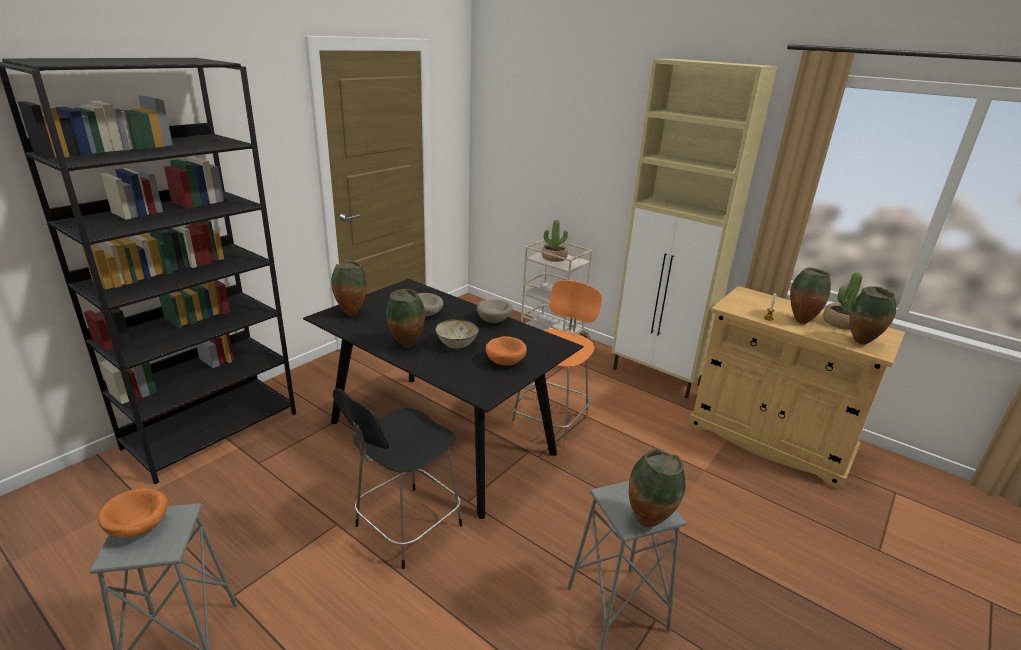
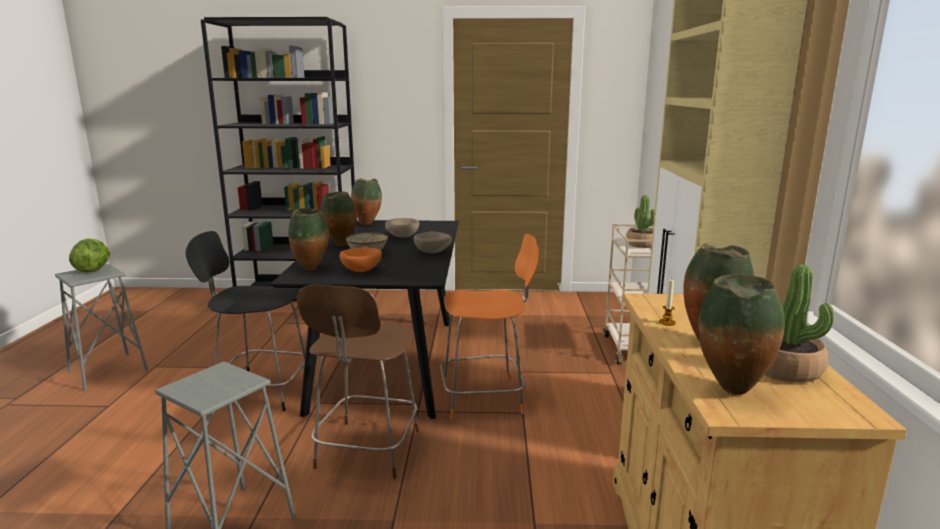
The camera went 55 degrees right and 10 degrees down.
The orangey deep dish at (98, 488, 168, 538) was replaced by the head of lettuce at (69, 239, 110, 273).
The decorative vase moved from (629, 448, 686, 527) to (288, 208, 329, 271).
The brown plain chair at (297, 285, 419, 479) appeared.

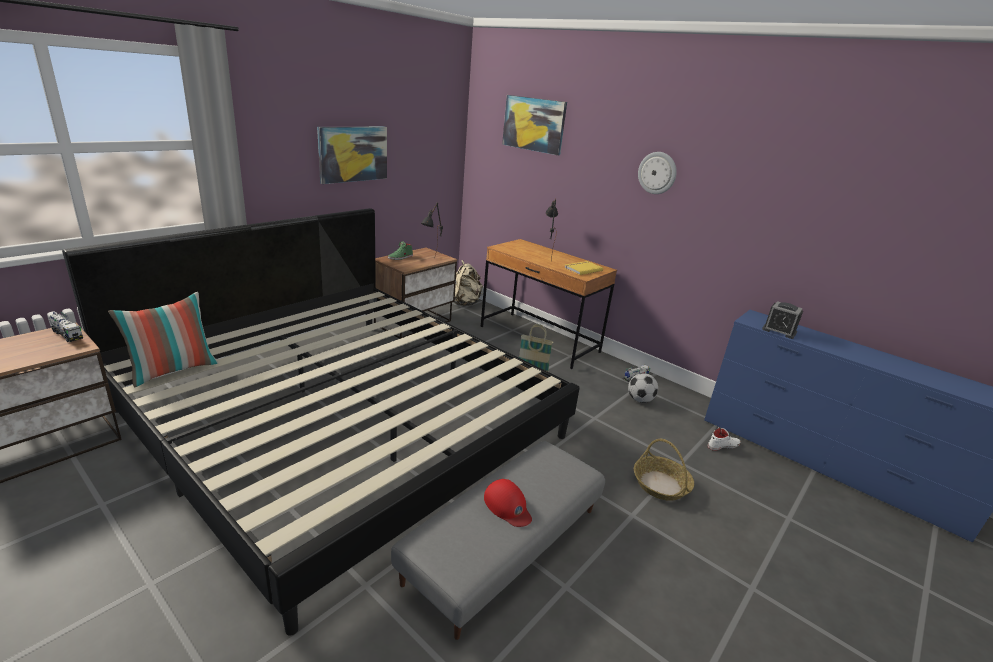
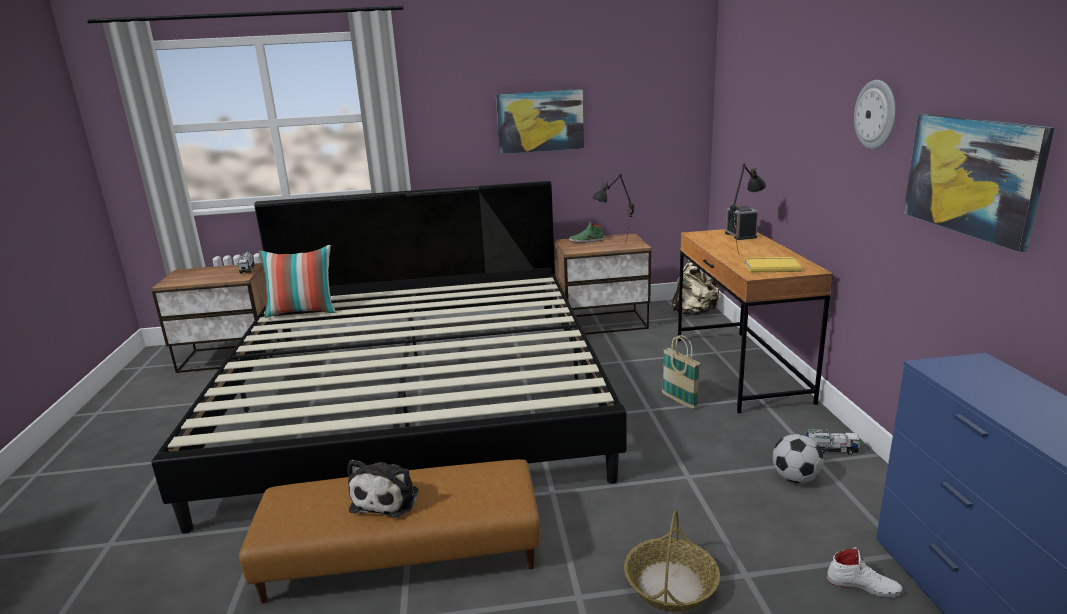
The camera went 45 degrees right and 5 degrees down.
The gray pouffe at (391, 441, 605, 640) became the brown pouffe at (239, 459, 540, 604).
The reddish cap at (484, 479, 532, 527) was replaced by the soft toy at (347, 459, 419, 518).
The picture moved from (502, 95, 567, 155) to (903, 114, 1054, 252).
The alarm clock moved from (762, 301, 803, 339) to (725, 206, 758, 240).

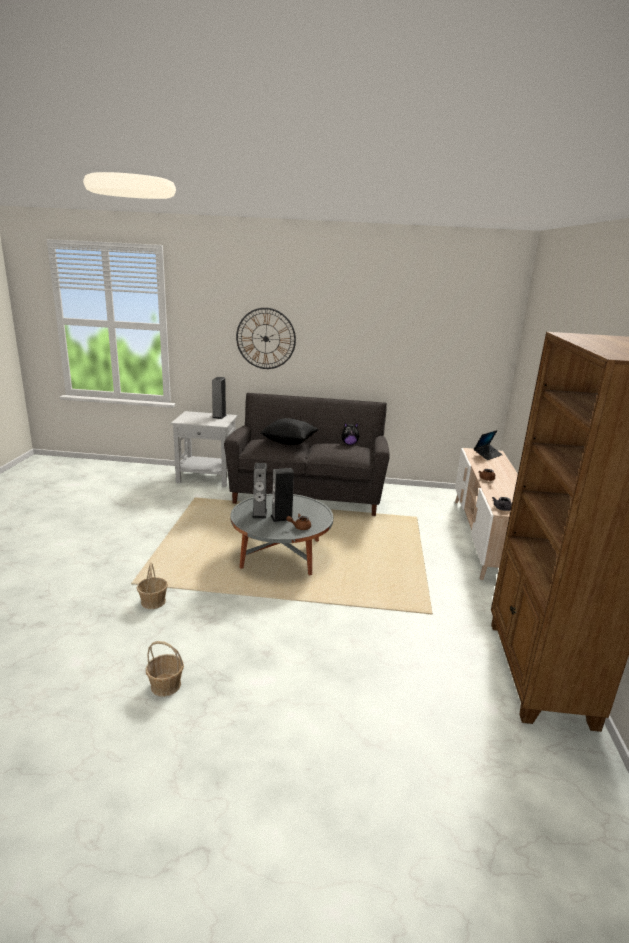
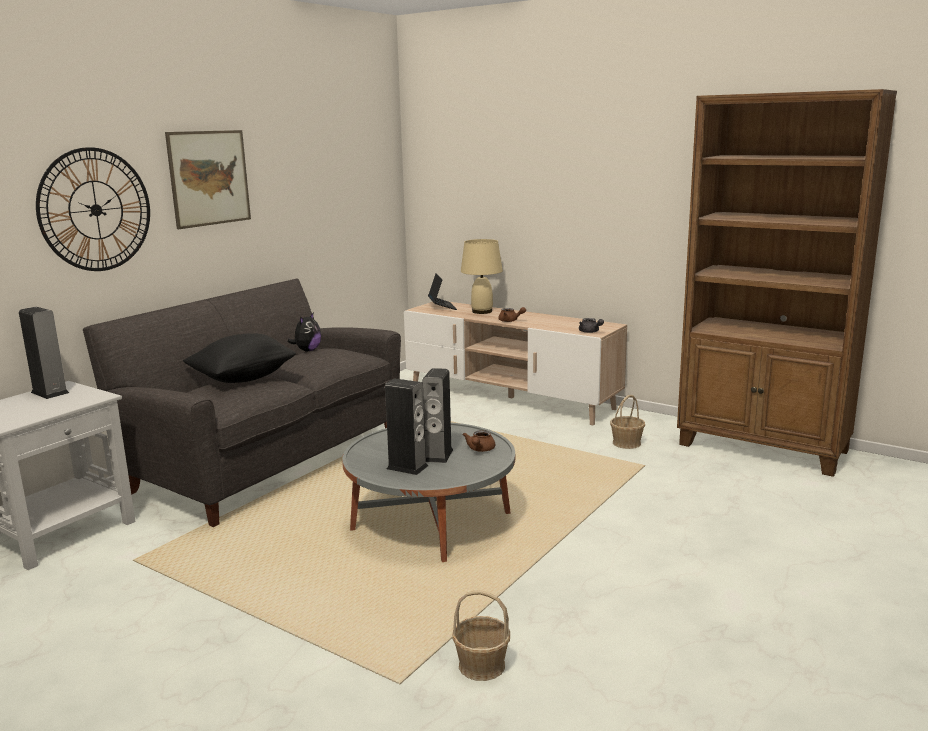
The camera went 60 degrees left and 5 degrees down.
The household basket moved from (146, 641, 184, 697) to (610, 395, 645, 449).
The picture at (165, 130, 251, 229) appeared.
The beige tabletop lamp at (461, 239, 503, 314) appeared.

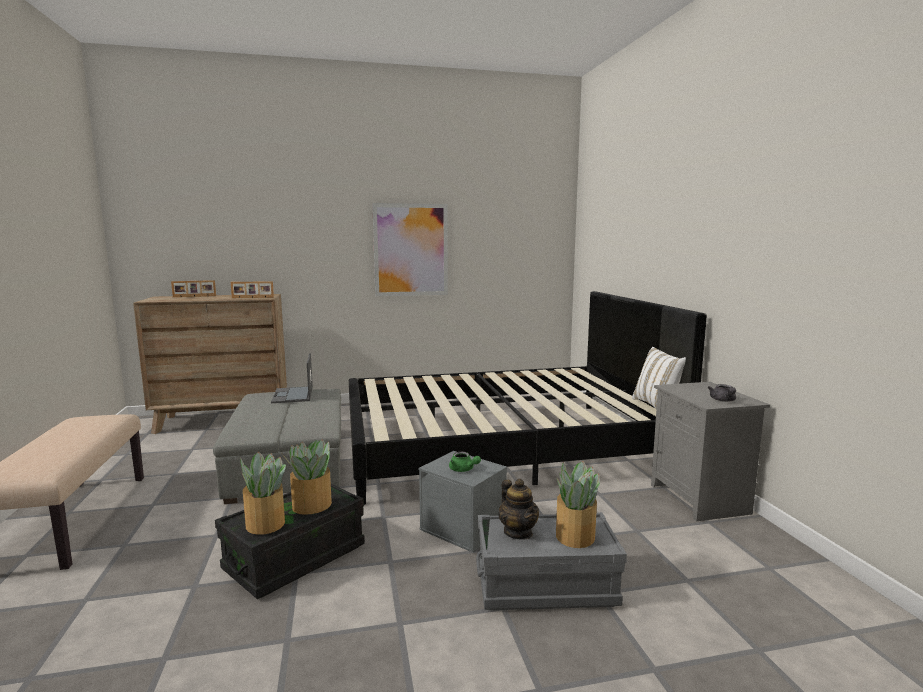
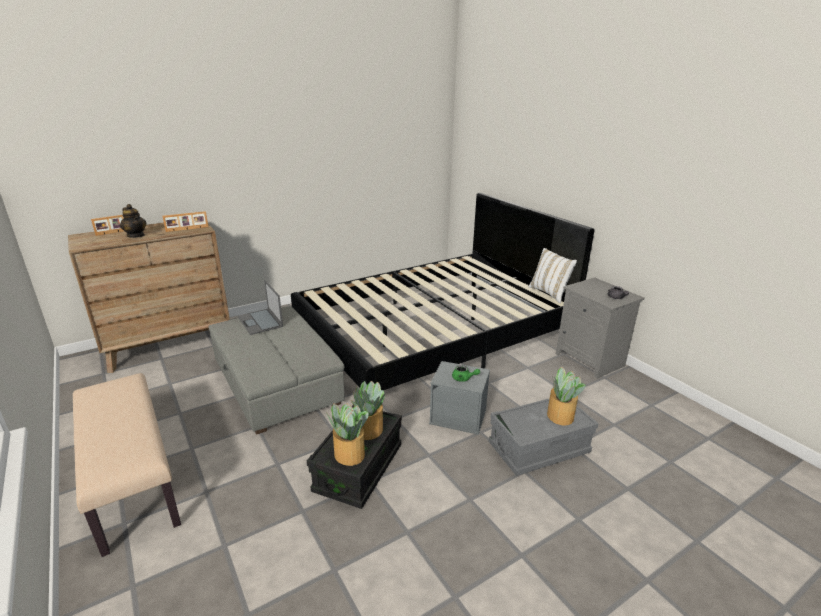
The camera went 20 degrees left and 15 degrees up.
The picture at (372, 203, 448, 296) disappeared.
The teapot moved from (499, 479, 539, 540) to (120, 204, 146, 238).

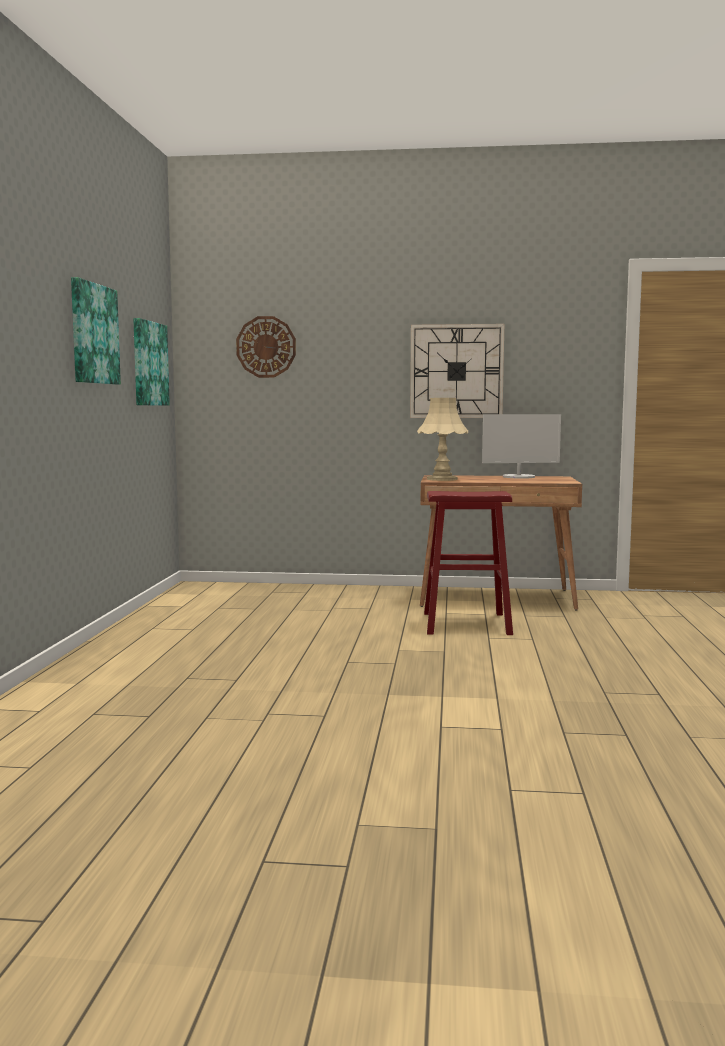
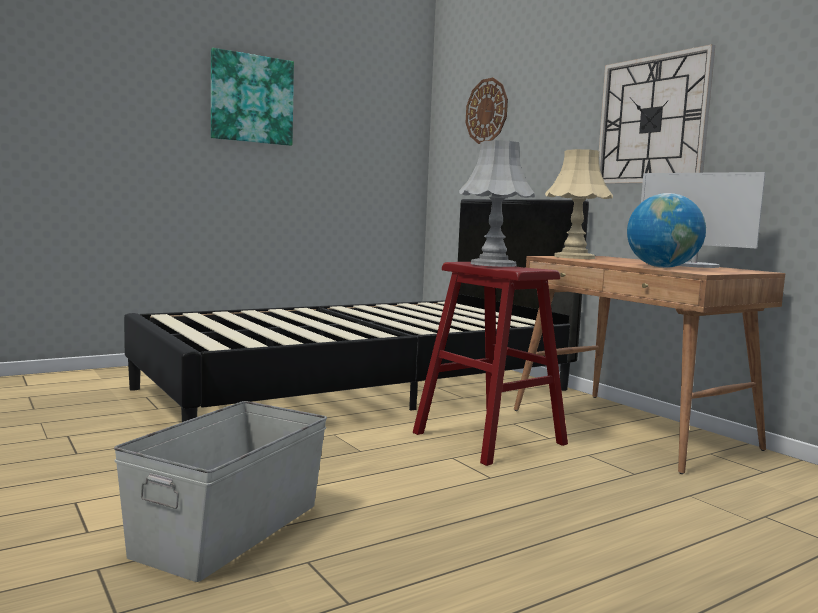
The camera went 50 degrees right and 0 degrees up.
The picture at (133, 318, 170, 406) disappeared.
The gray storage box at (114, 401, 327, 582) appeared.
The black sleeping bed at (124, 199, 589, 422) appeared.
The gray tabletop lamp at (459, 140, 535, 267) appeared.
The desk globe at (627, 193, 706, 268) appeared.

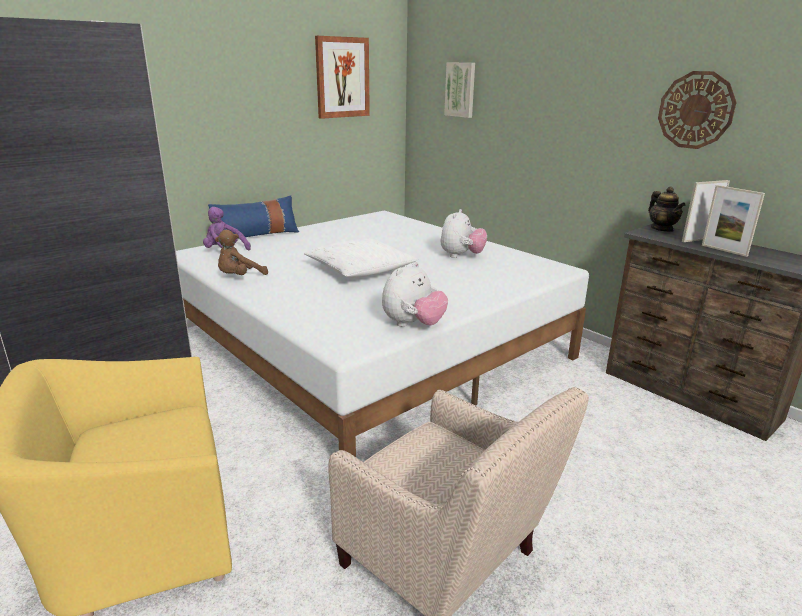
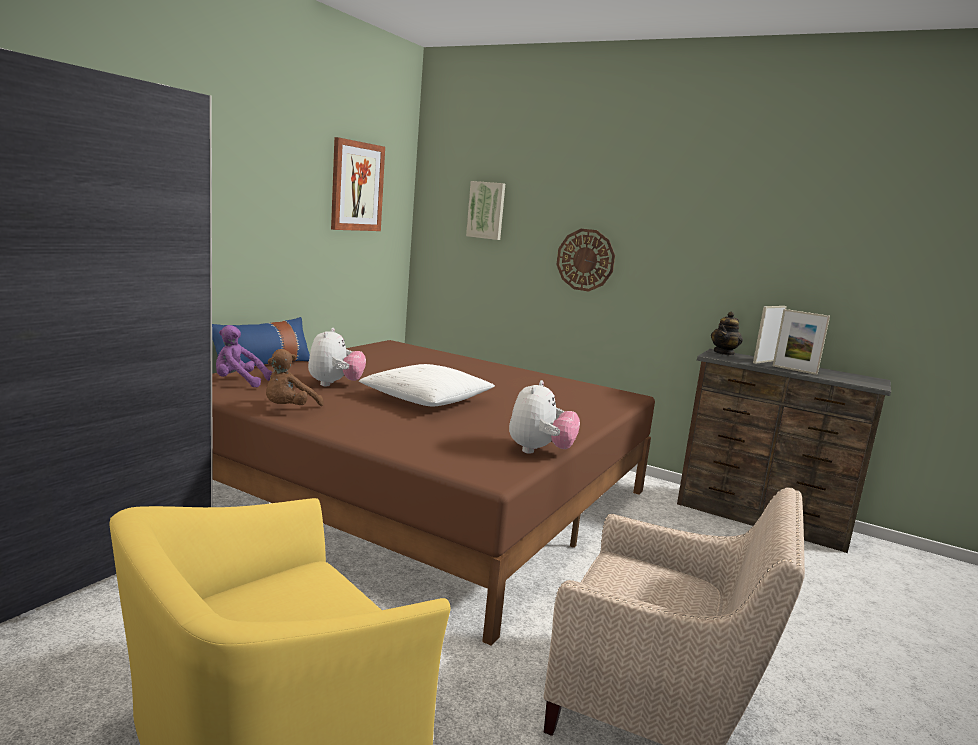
The camera went 20 degrees left and 10 degrees down.
The whitish sleeping bed at (176, 211, 589, 457) became the brown sleeping bed at (212, 340, 655, 646).
The soft toy moved from (441, 209, 487, 258) to (308, 328, 366, 386).
The teapot at (648, 187, 685, 232) turned 75 degrees clockwise.
The clock on the wall moved from (658, 71, 737, 149) to (556, 229, 615, 291).

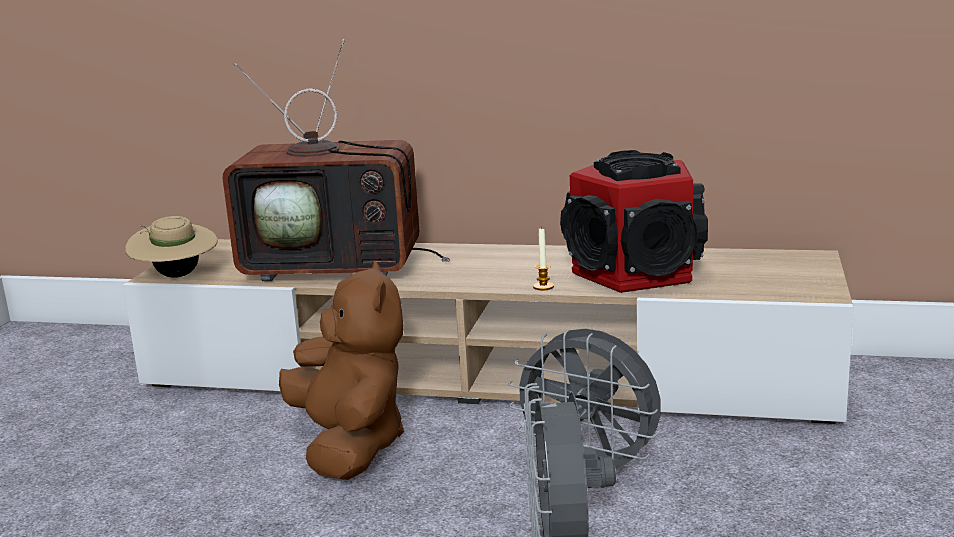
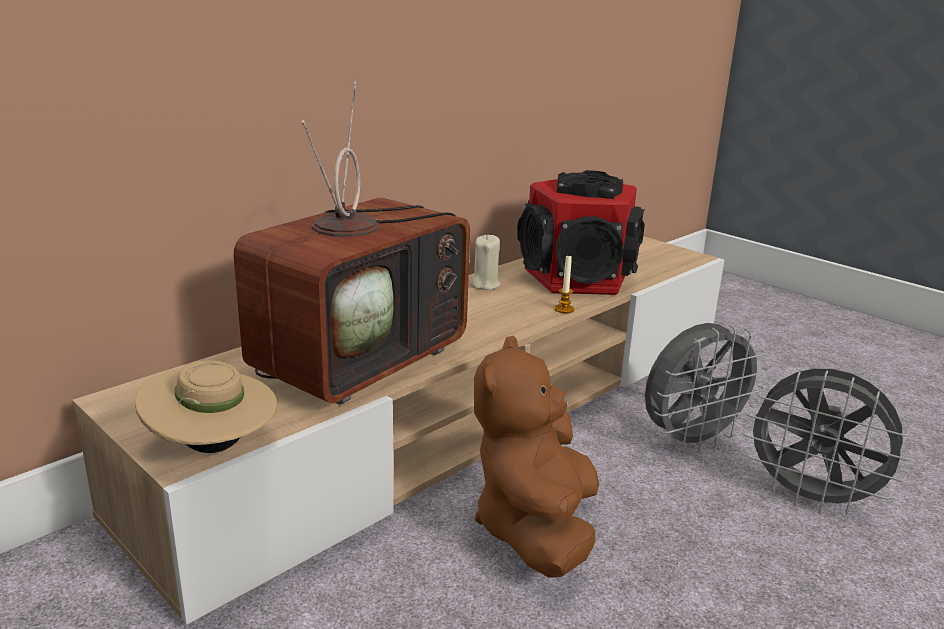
The camera went 60 degrees left and 5 degrees up.
The brown soft toy at (279, 261, 404, 480) turned 90 degrees counterclockwise.
The beige candle at (470, 234, 501, 290) appeared.

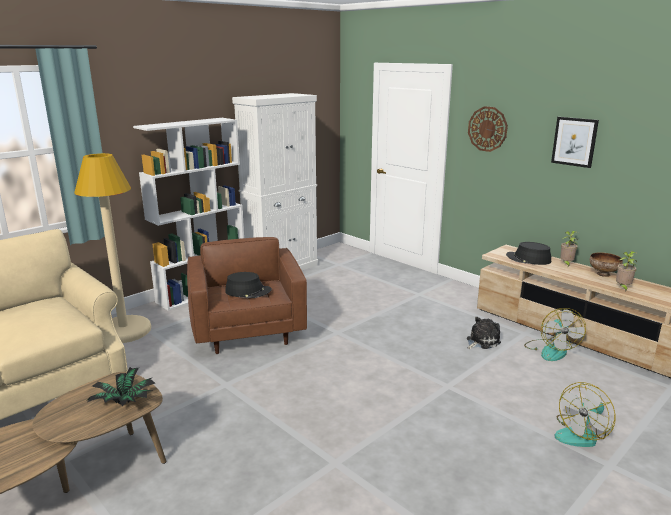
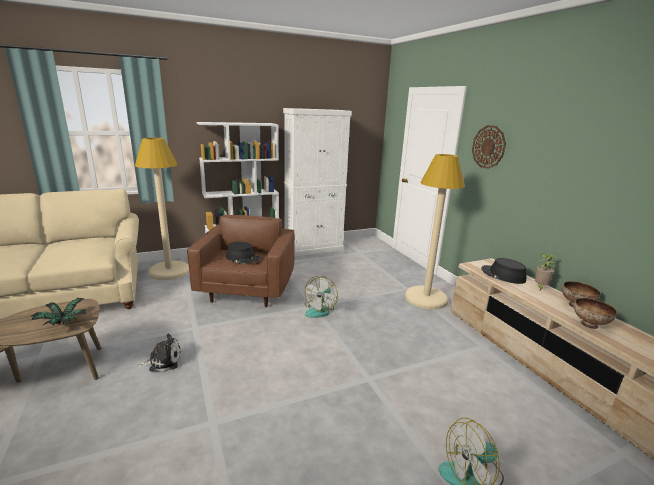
The camera went 20 degrees right and 0 degrees up.
The soft toy moved from (467, 317, 501, 349) to (137, 334, 181, 372).
The electric fan moved from (524, 308, 586, 361) to (305, 276, 338, 318).
The picture at (551, 117, 599, 168) disappeared.
The potted plant at (616, 251, 637, 292) was replaced by the deep dish at (574, 298, 617, 329).
The beige floor lamp at (405, 154, 465, 310) appeared.

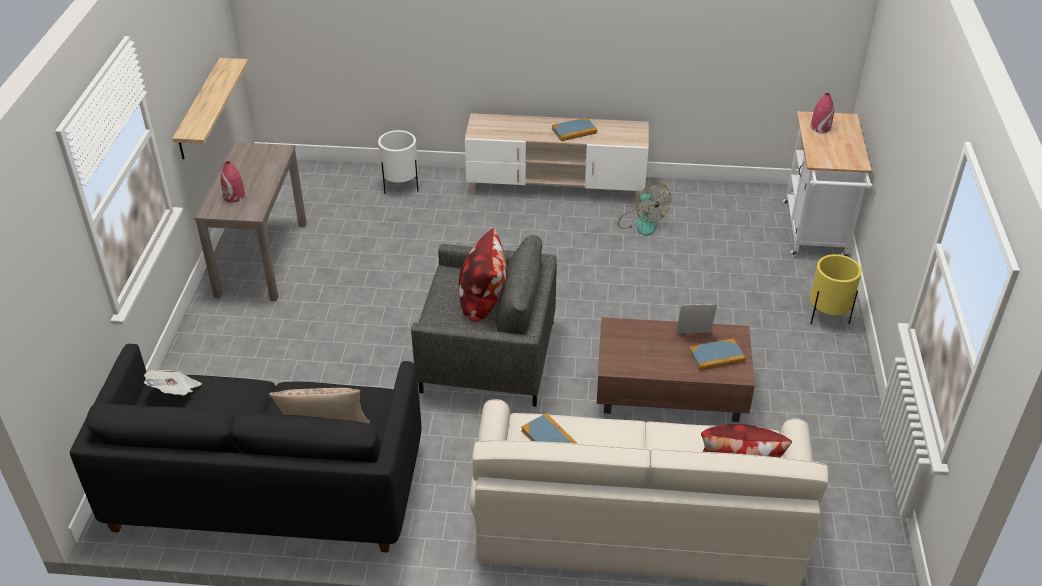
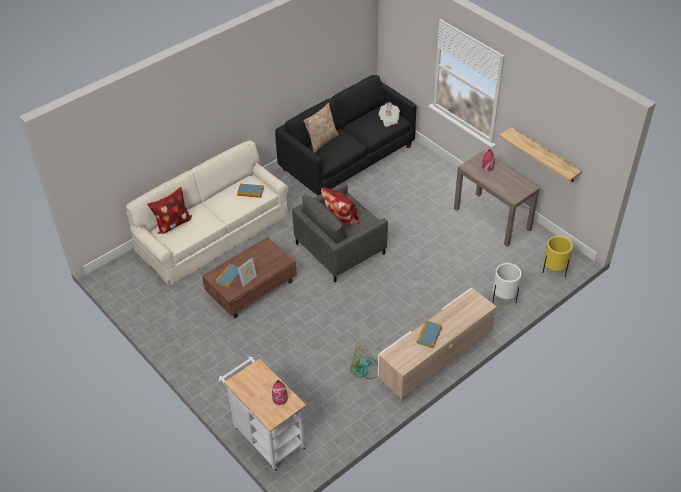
The camera went 135 degrees right and 5 degrees up.
The yellow-coloured plant pot moved from (810, 254, 862, 324) to (543, 236, 573, 277).

